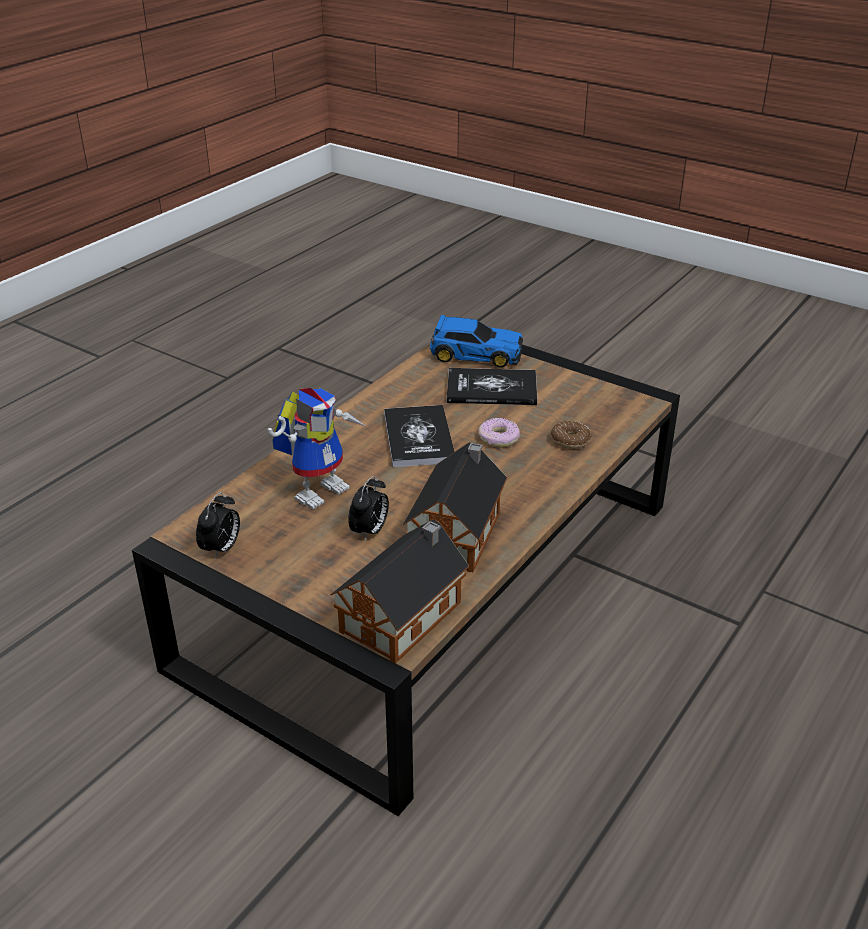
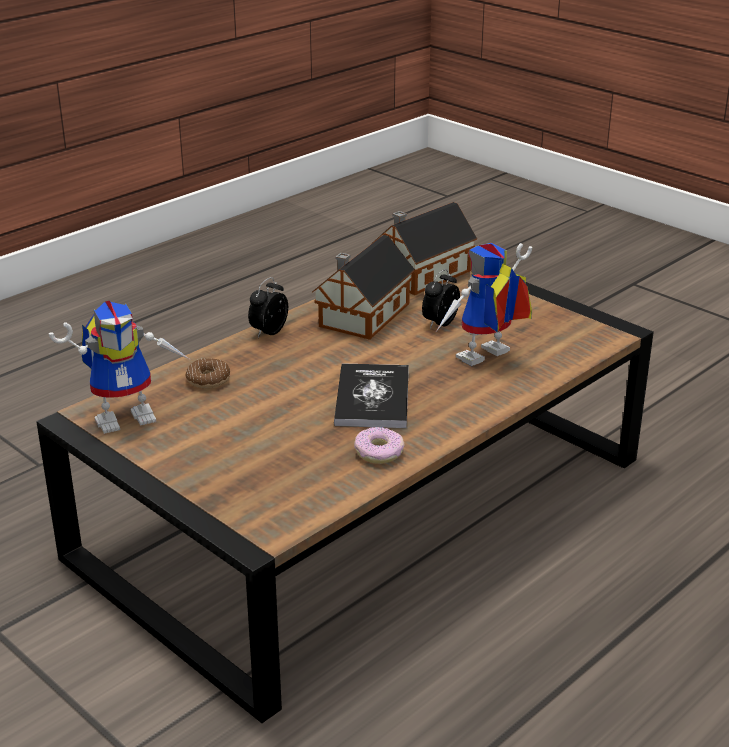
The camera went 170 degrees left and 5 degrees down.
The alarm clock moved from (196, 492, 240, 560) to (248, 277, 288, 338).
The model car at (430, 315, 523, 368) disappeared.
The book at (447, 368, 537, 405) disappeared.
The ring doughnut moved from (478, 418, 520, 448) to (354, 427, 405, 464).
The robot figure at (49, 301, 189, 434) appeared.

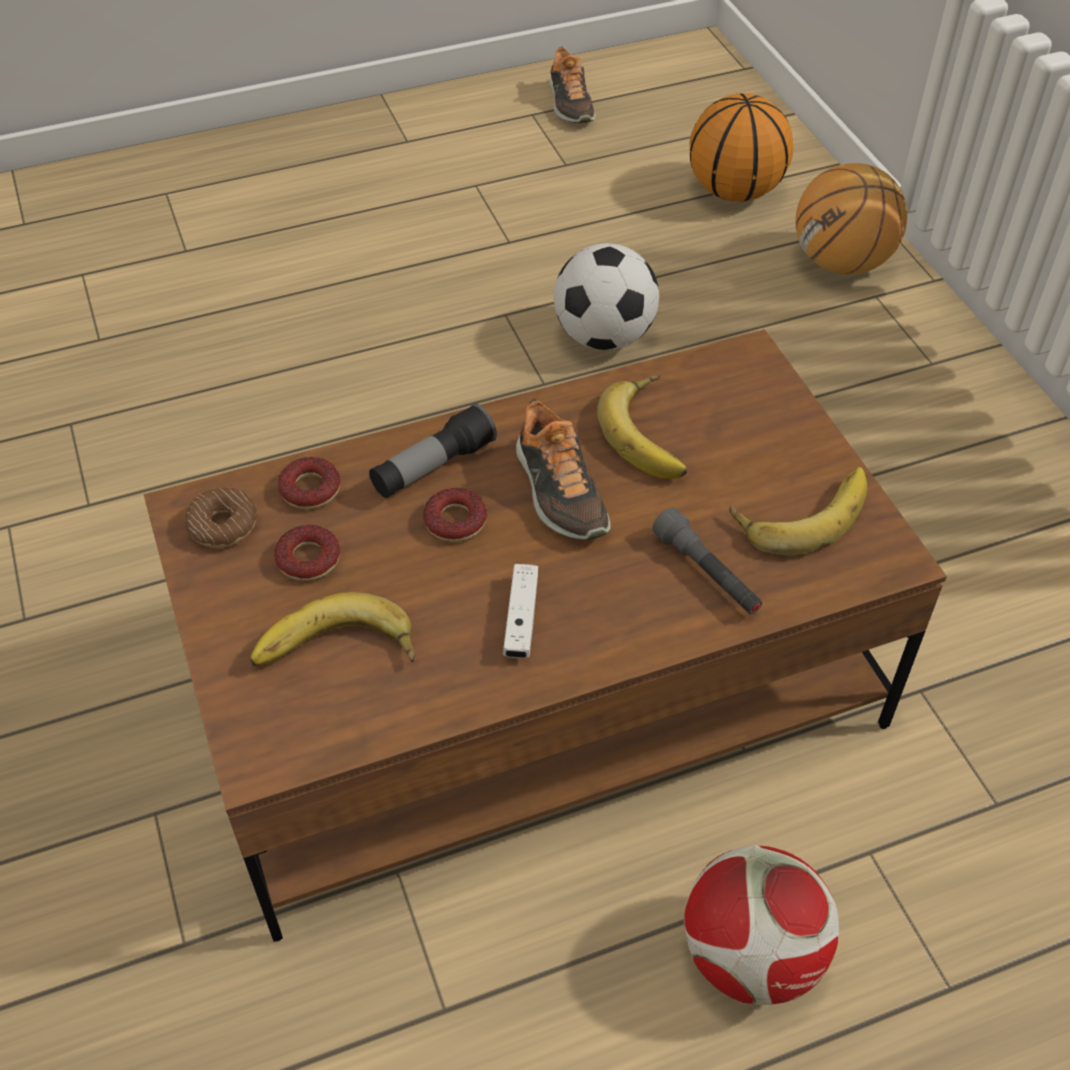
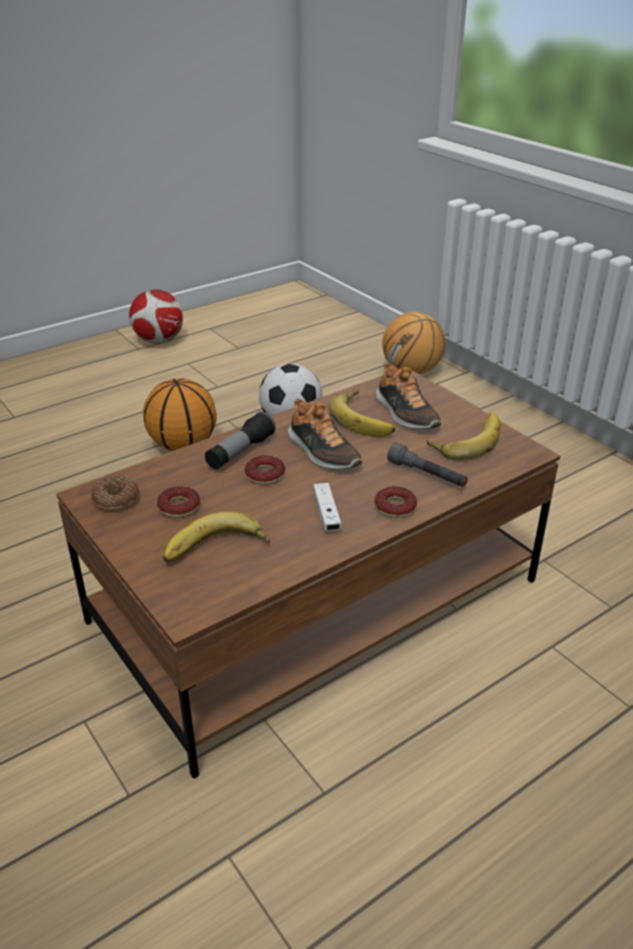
The camera went 15 degrees left and 15 degrees down.
The ring doughnut moved from (278, 457, 340, 509) to (374, 486, 417, 518).
The low shoe moved from (549, 47, 595, 123) to (375, 362, 441, 429).
The football moved from (684, 846, 839, 1005) to (129, 289, 183, 343).
The basketball ball moved from (690, 93, 793, 202) to (143, 378, 217, 451).

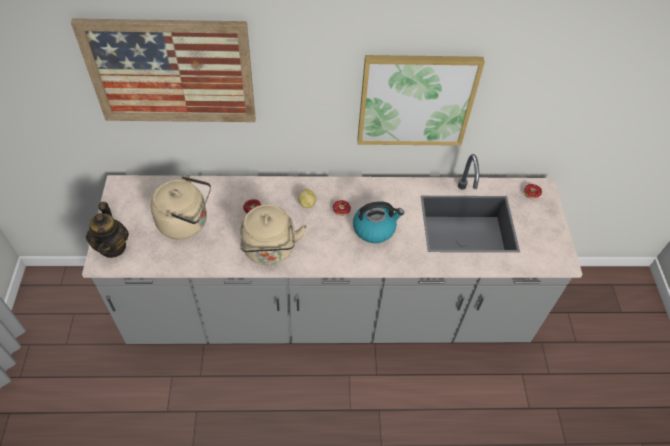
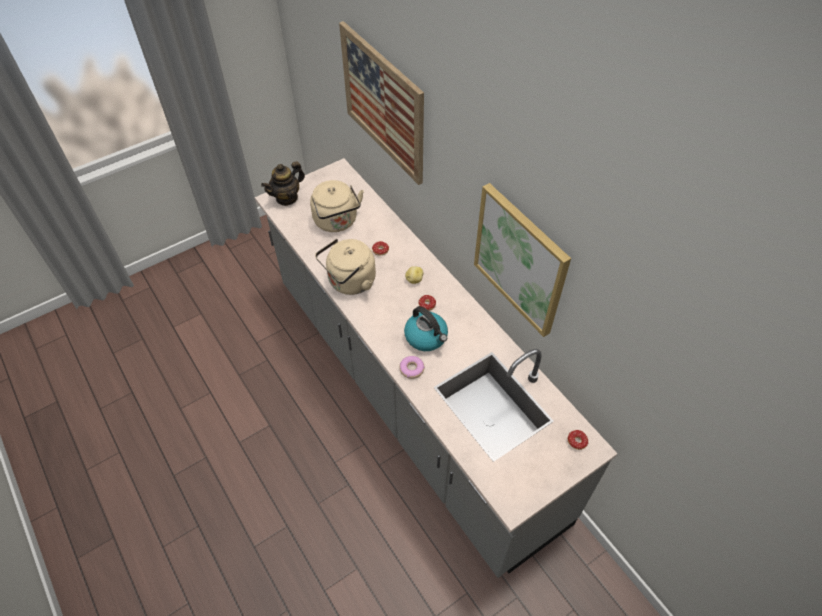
The camera went 60 degrees right and 0 degrees up.
The ring doughnut at (399, 356, 425, 379) appeared.

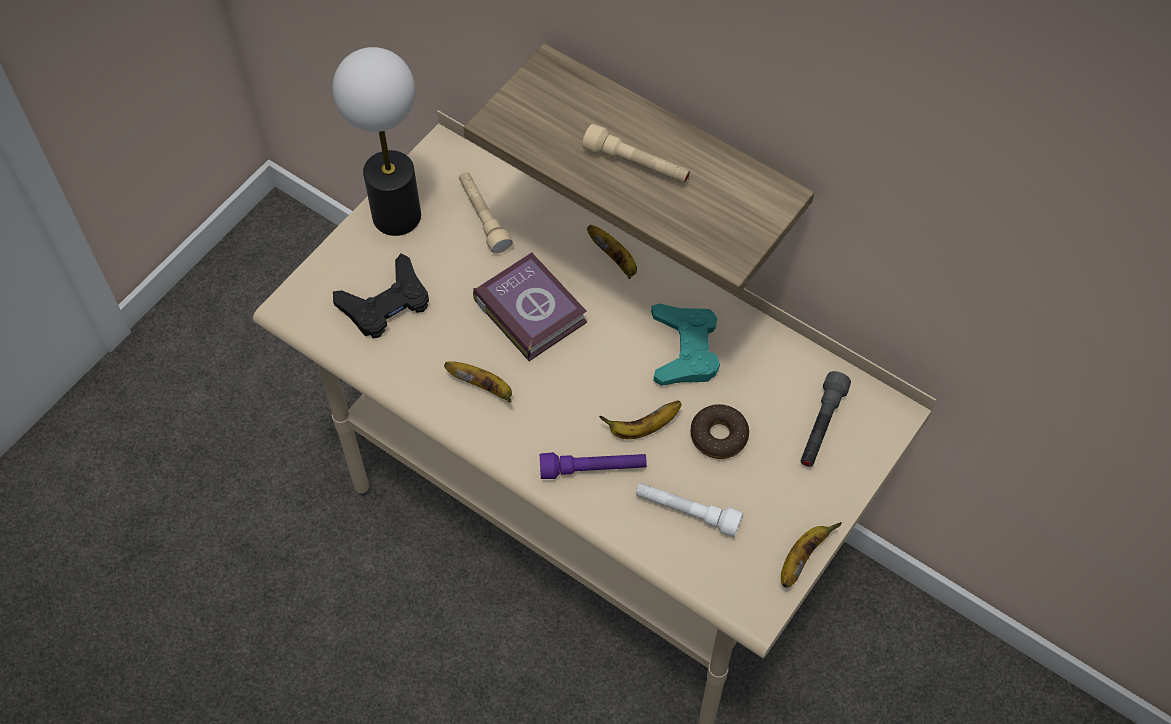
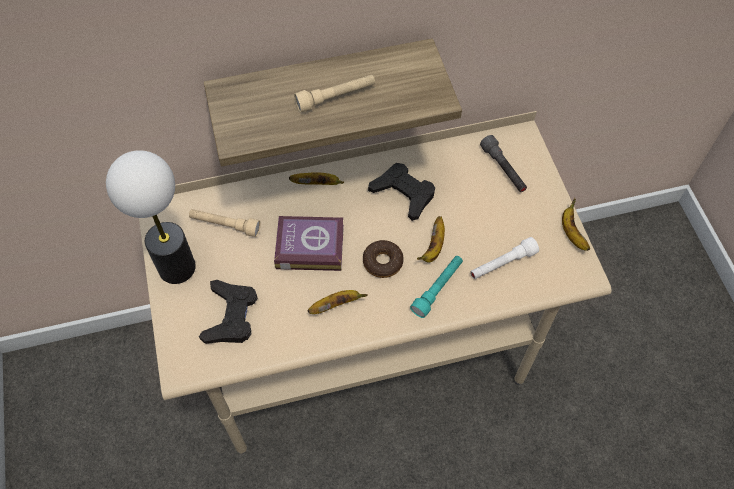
The camera went 50 degrees left and 0 degrees up.
The purple torch at (540, 452, 647, 479) became the turquoise torch at (410, 256, 463, 318).
The turquoise joypad at (651, 303, 720, 386) became the black joypad at (368, 163, 435, 221).
The ring doughnut moved from (691, 404, 749, 459) to (363, 240, 404, 278).

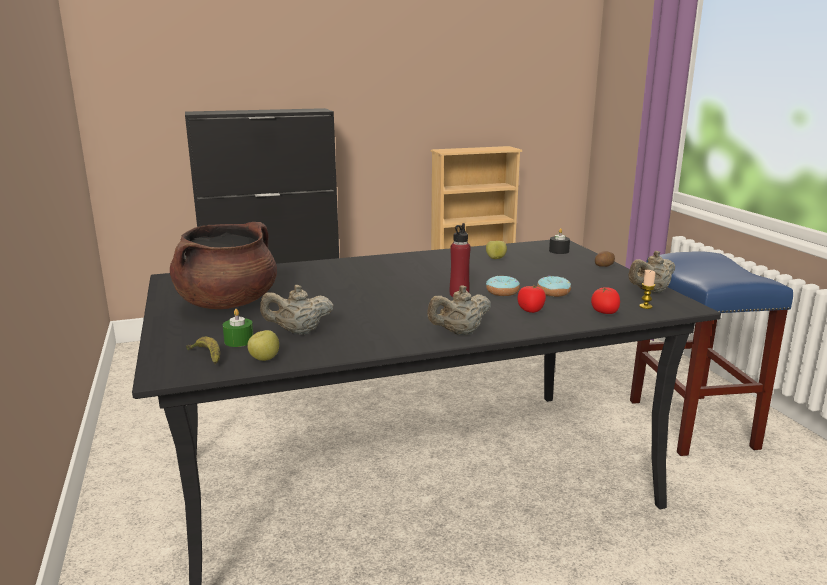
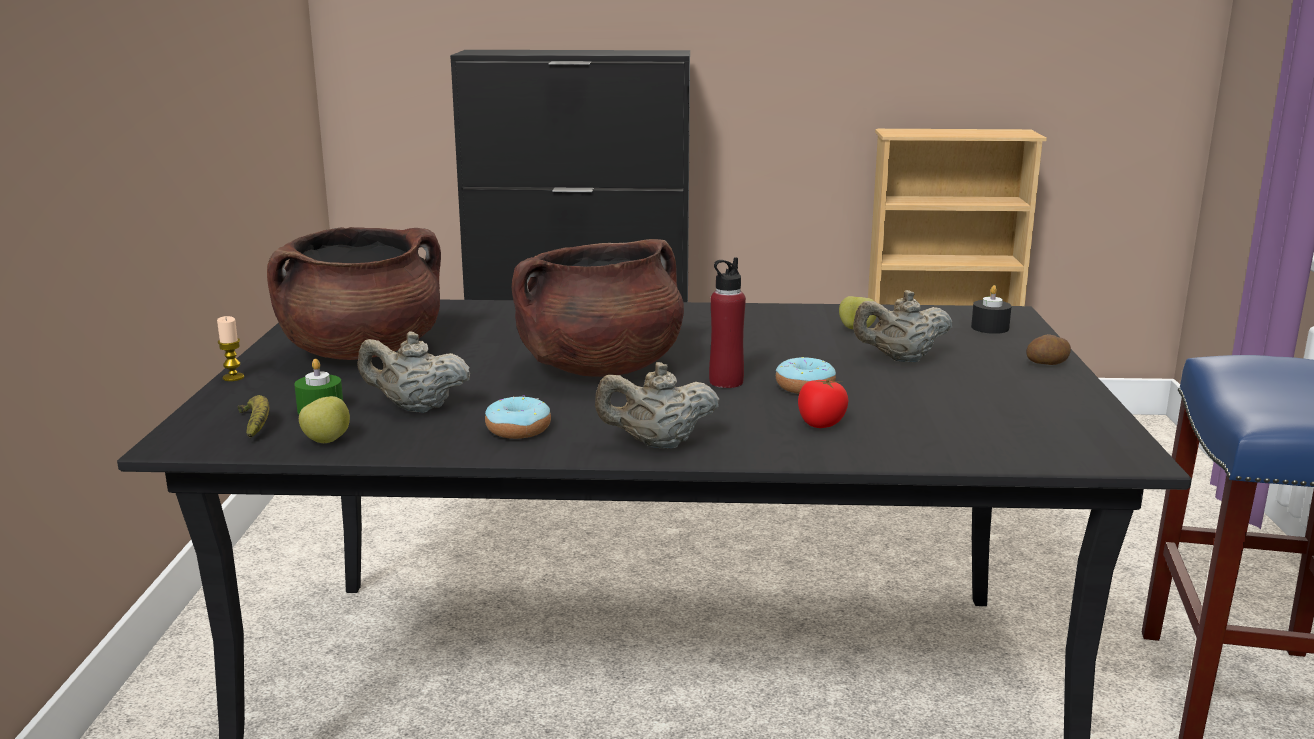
The camera went 20 degrees right and 0 degrees up.
The ring doughnut moved from (537, 276, 571, 297) to (485, 395, 551, 439).
The whole tomato at (591, 287, 620, 314) disappeared.
The beige teapot moved from (628, 251, 675, 293) to (853, 290, 953, 362).
The candle moved from (639, 270, 655, 309) to (217, 316, 245, 381).
The brown cooking pot at (512, 239, 684, 377) appeared.

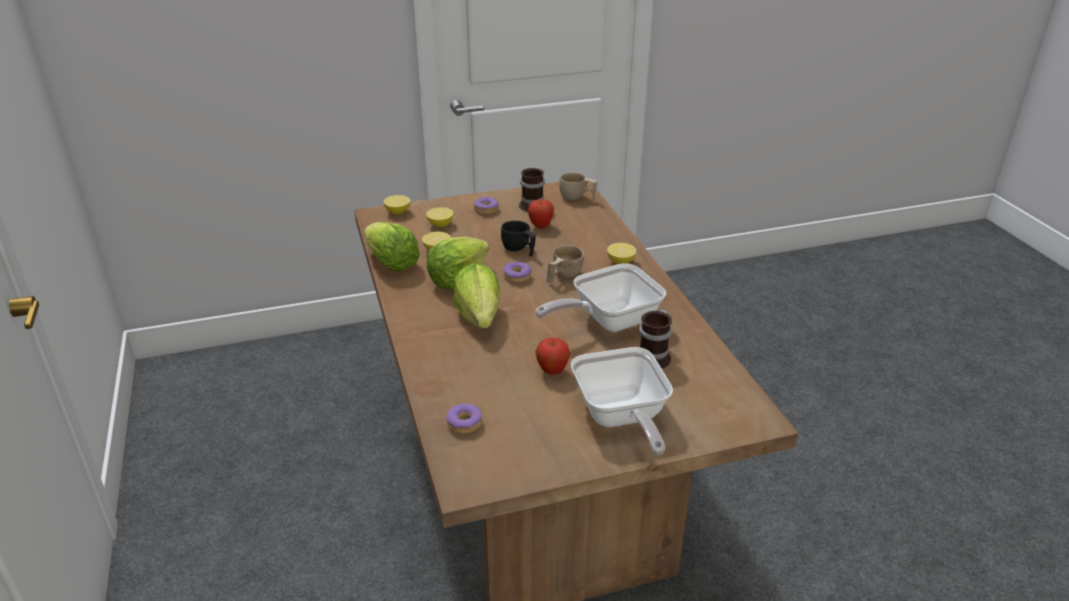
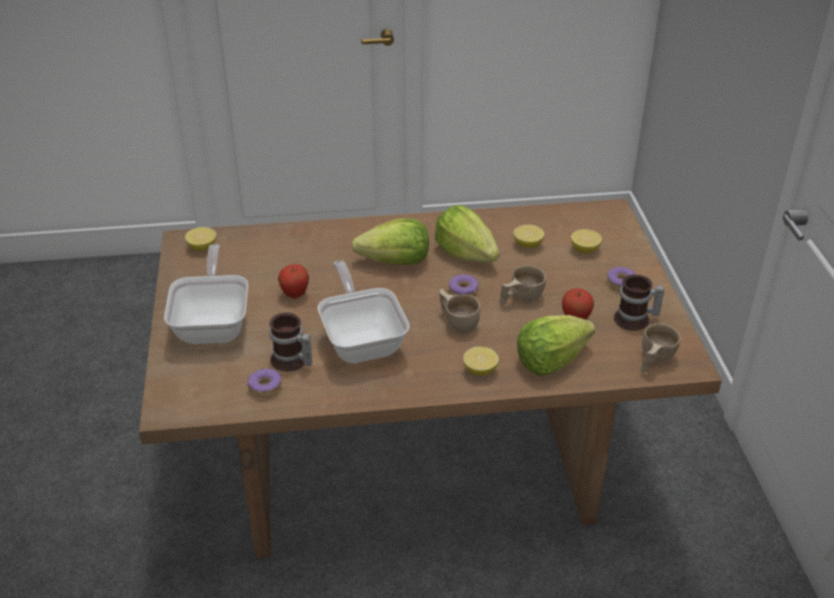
The camera went 100 degrees right and 5 degrees up.
The head of lettuce moved from (364, 222, 420, 271) to (517, 315, 595, 376).
The whole lemon moved from (384, 195, 411, 214) to (185, 227, 216, 251).
The ring doughnut moved from (446, 404, 482, 434) to (247, 368, 282, 398).
The black drinking cup at (501, 221, 536, 257) became the beige drinking cup at (499, 265, 546, 304).
The skillet at (571, 347, 673, 455) turned 90 degrees clockwise.

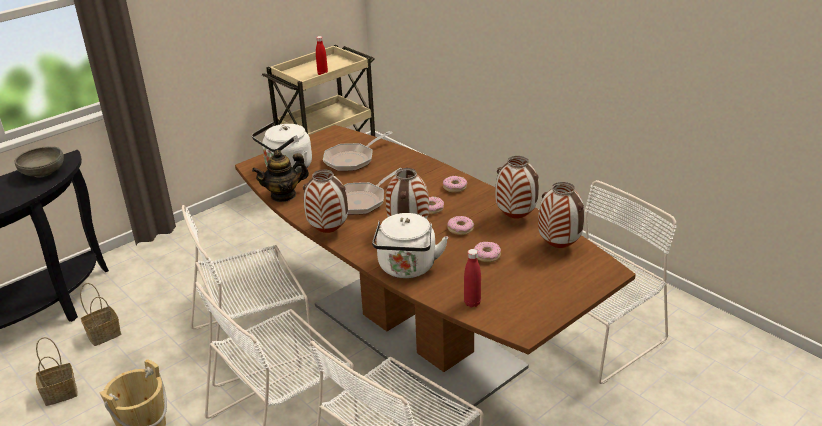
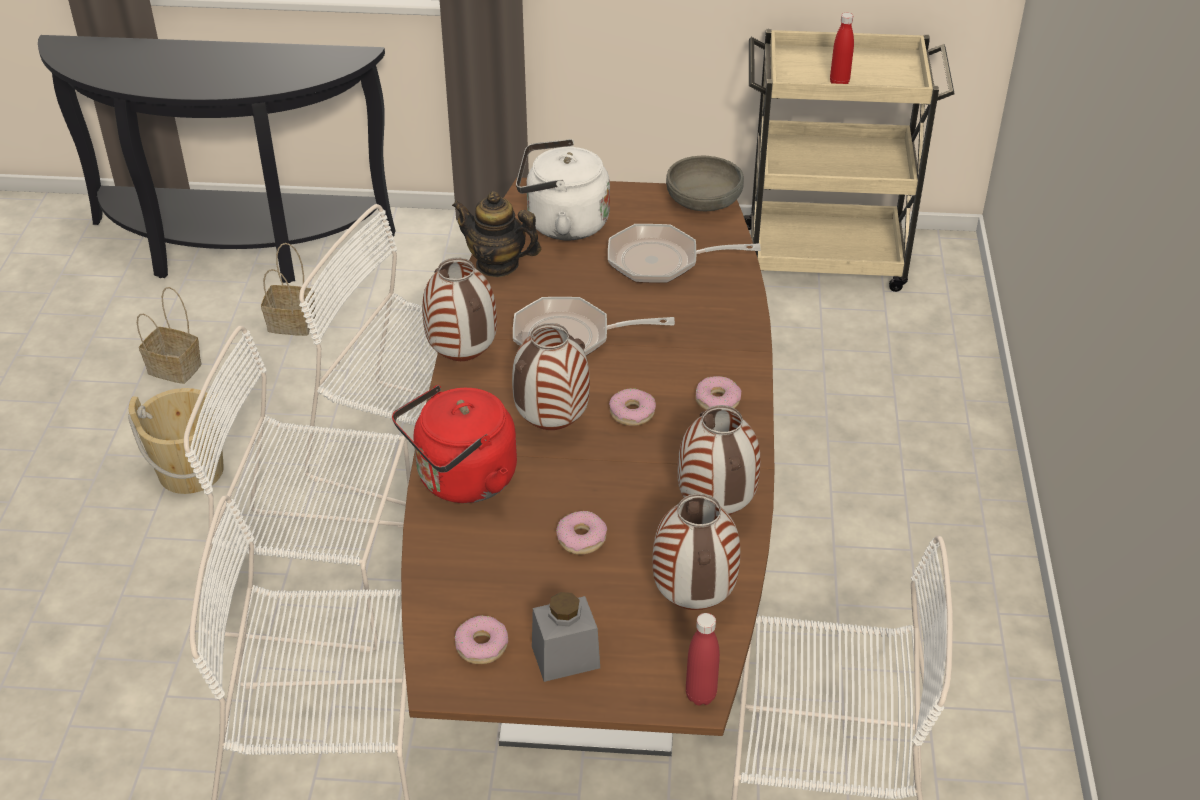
The camera went 45 degrees right and 10 degrees up.
The gray deep dish moved from (14, 147, 64, 178) to (666, 156, 744, 211).
The whitish kettle at (372, 213, 448, 278) became the reddish kettle at (392, 385, 517, 503).
The ring doughnut moved from (447, 216, 474, 235) to (455, 615, 508, 664).
The reddish beverage bottle moved from (464, 249, 481, 307) to (686, 613, 720, 706).
The gray storage jar at (532, 592, 600, 682) appeared.

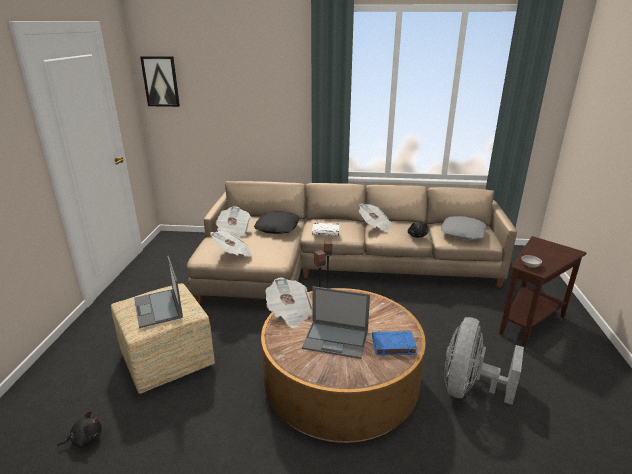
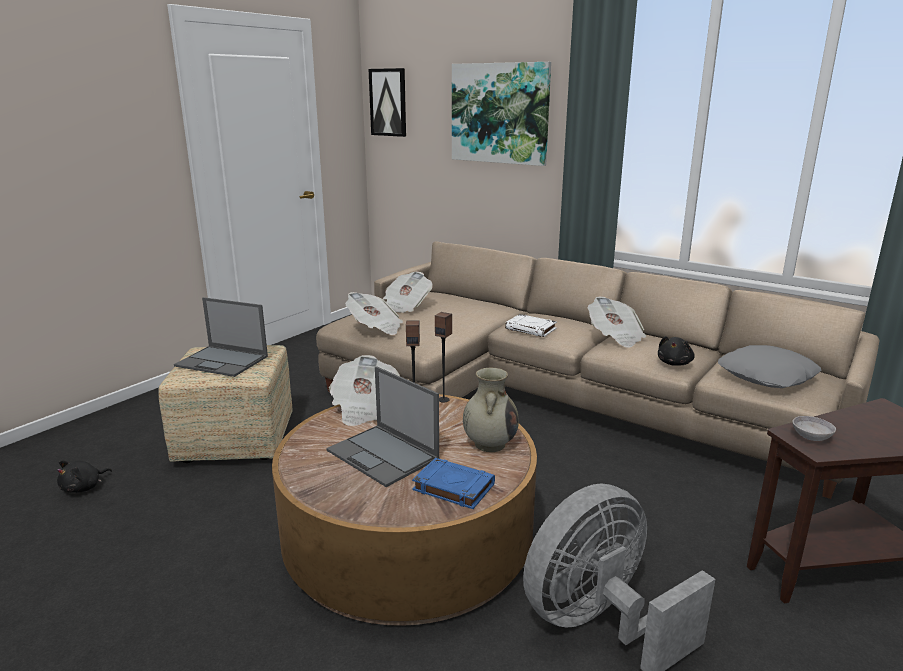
The camera went 30 degrees right and 5 degrees down.
The black soft toy at (57, 411, 102, 448) turned 120 degrees clockwise.
The notebook computer at (134, 256, 183, 328) turned 75 degrees counterclockwise.
The black throw pillow at (254, 211, 300, 234) disappeared.
The picture at (452, 62, 551, 166) appeared.
The beige decorative vase at (463, 368, 519, 452) appeared.

